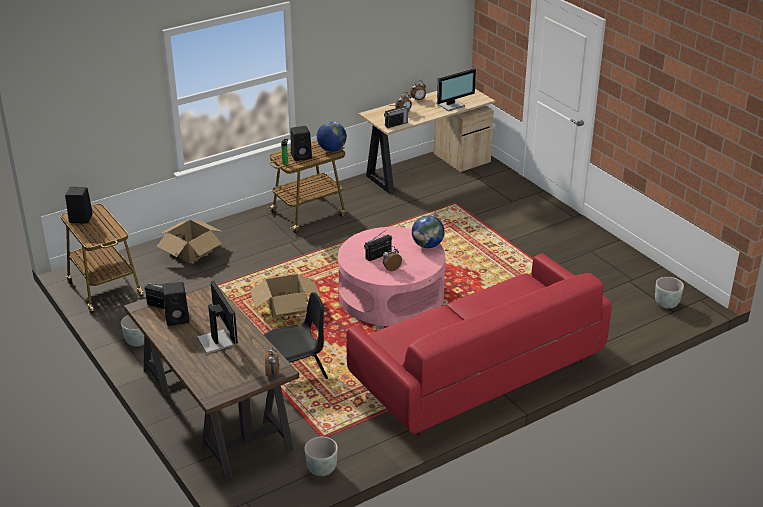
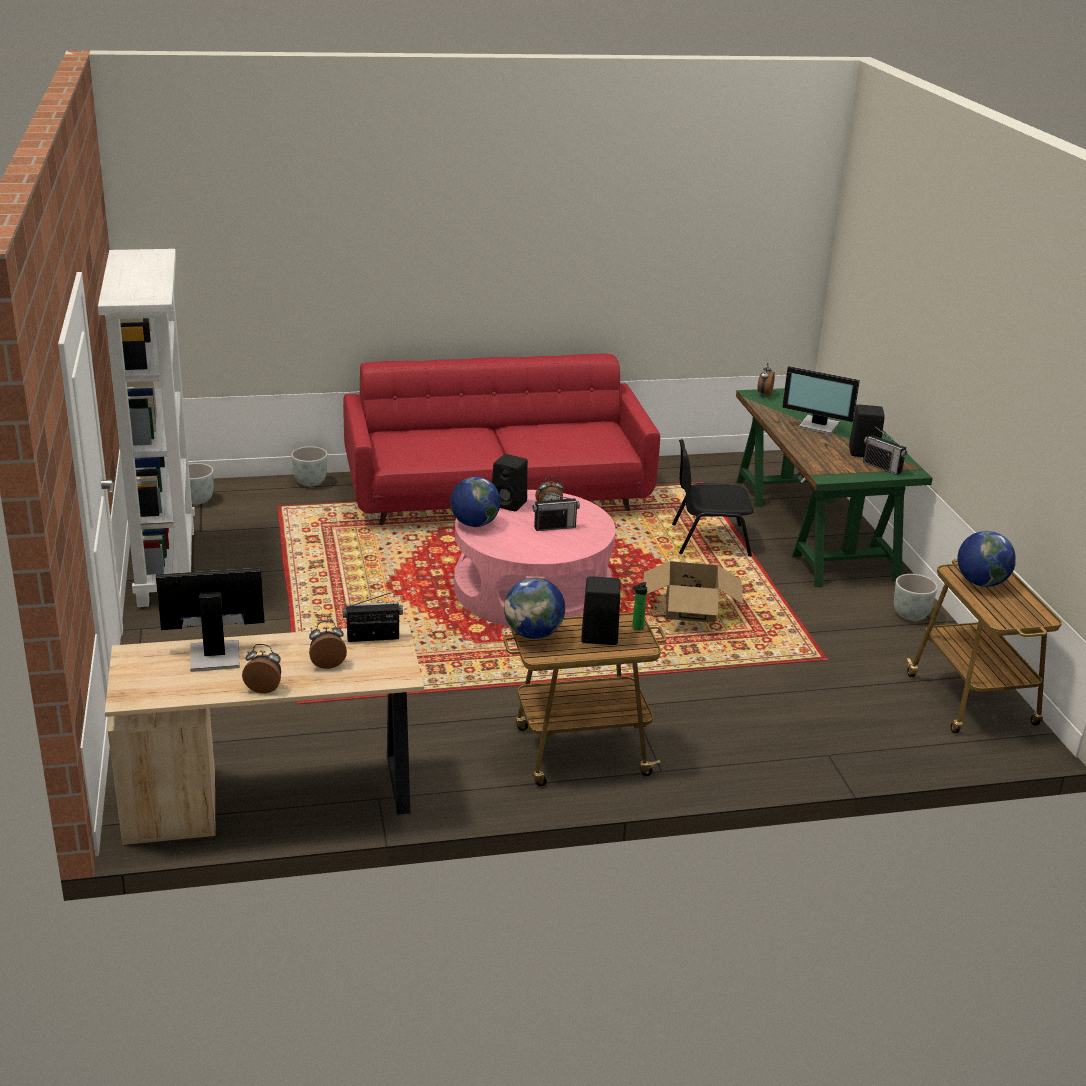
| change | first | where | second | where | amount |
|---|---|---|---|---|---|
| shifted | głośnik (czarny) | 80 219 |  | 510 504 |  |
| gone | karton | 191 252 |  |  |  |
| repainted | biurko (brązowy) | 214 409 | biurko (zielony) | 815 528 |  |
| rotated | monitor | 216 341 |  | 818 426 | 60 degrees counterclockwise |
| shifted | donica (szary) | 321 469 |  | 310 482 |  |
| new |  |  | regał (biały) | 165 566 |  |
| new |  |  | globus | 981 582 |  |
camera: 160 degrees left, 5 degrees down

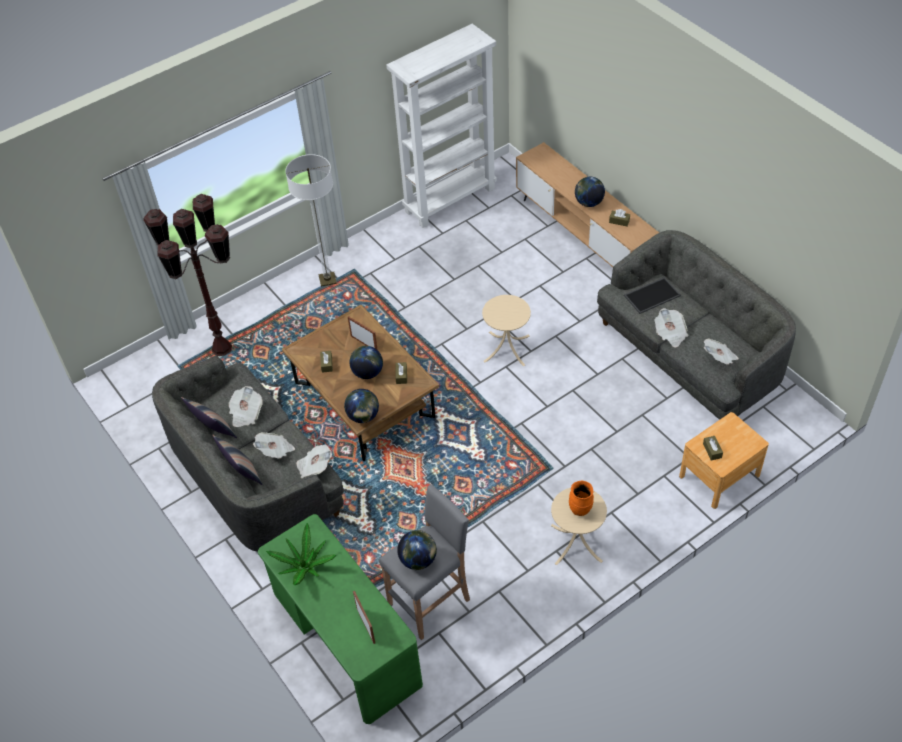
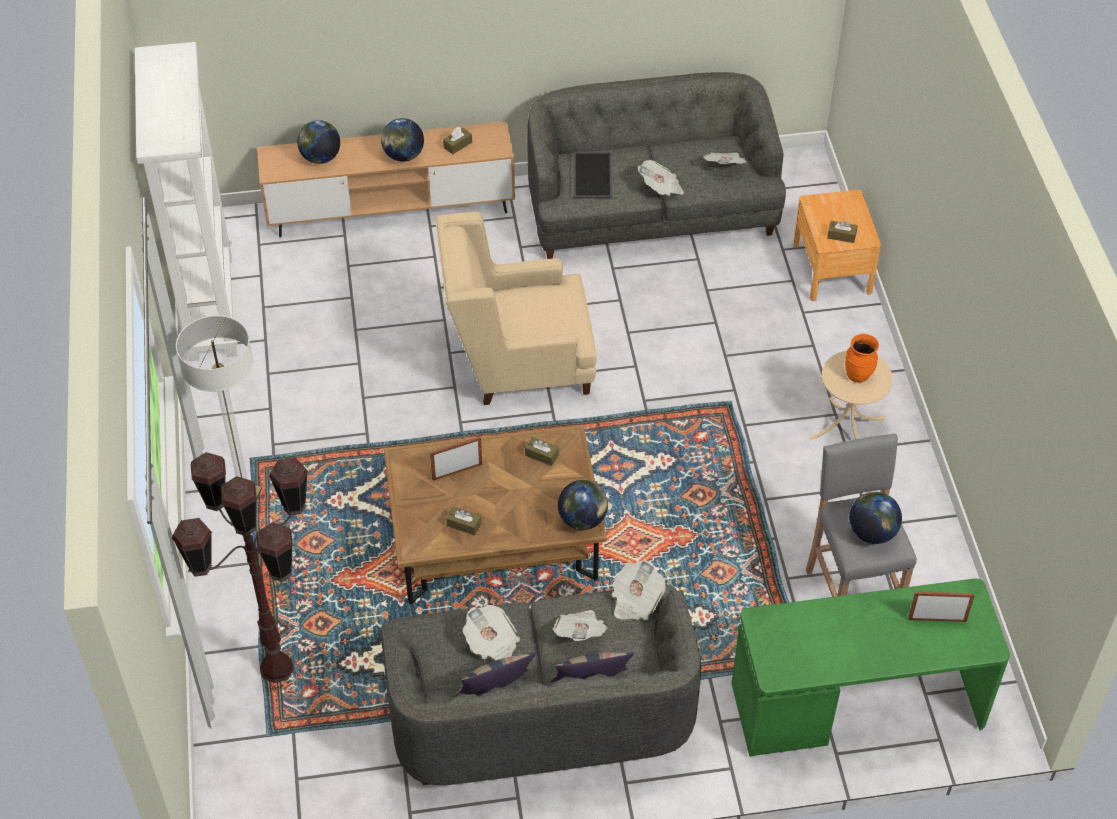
| change | first | where | second | where | amount |
|---|---|---|---|---|---|
| swapped | stolik (beżowy) | 506 348 | fotel (beżowy) | 517 363 |  |
| shifted | globus | 367 373 |  | 320 158 |  |
| gone | roślina doniczkowa | 304 566 |  |  |  |
camera: 65 degrees left, 0 degrees up

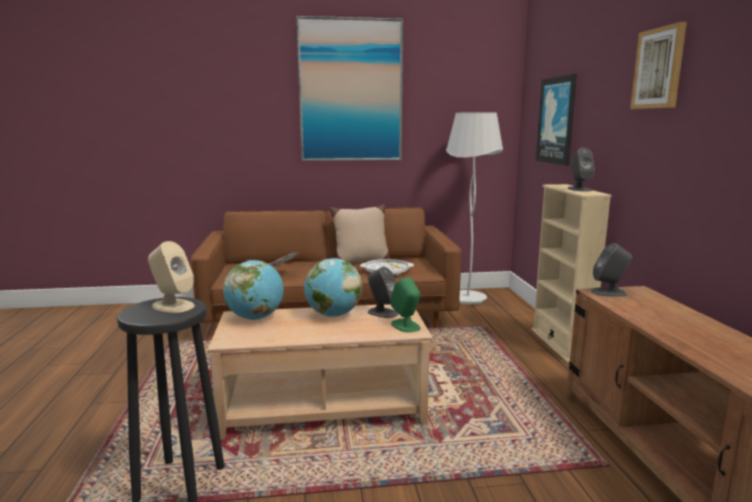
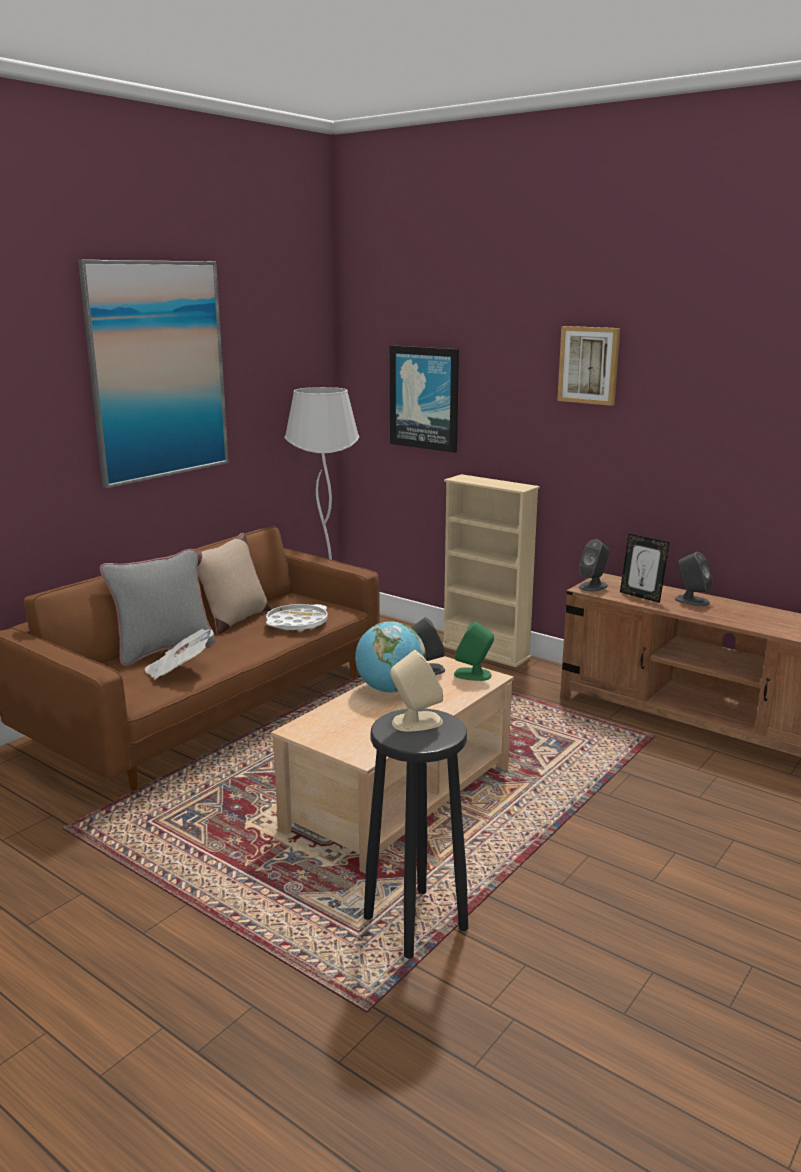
| change | first | where | second | where | amount |
|---|---|---|---|---|---|
| shifted | głośnik (szary) | 579 189 |  | 691 600 |  |
| gone | globus | 255 318 |  |  |  |
| new |  |  | ramka na zdjęcie | 641 596 |  |
| new |  |  | poduszka (szary) | 163 650 |  |
camera: 45 degrees left, 5 degrees up

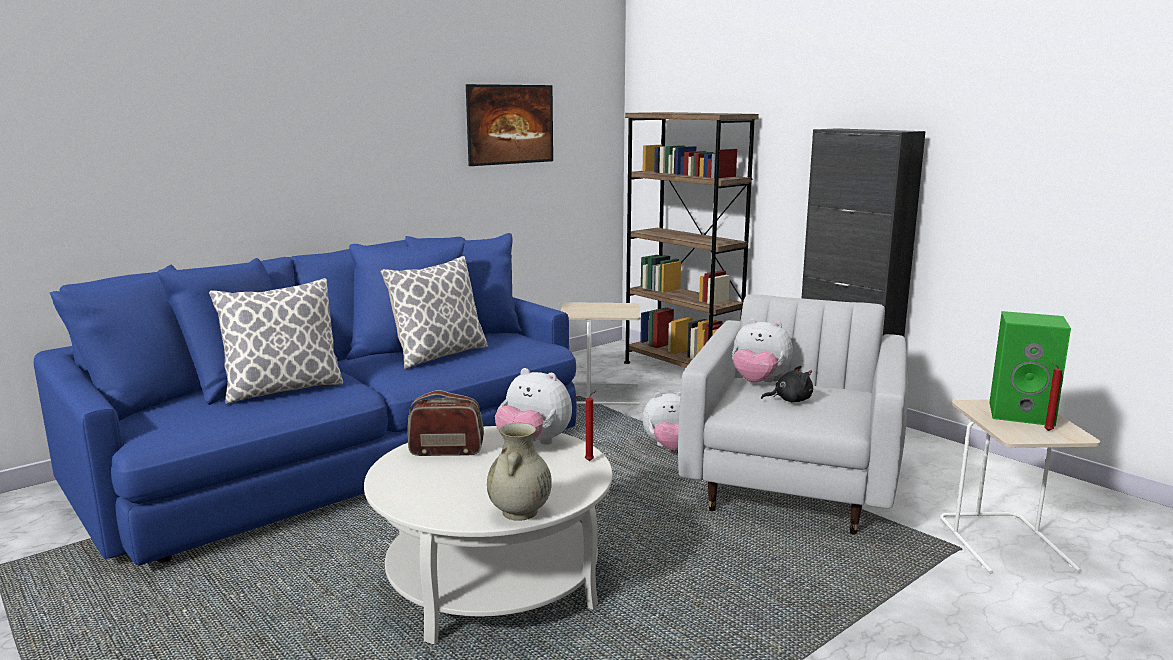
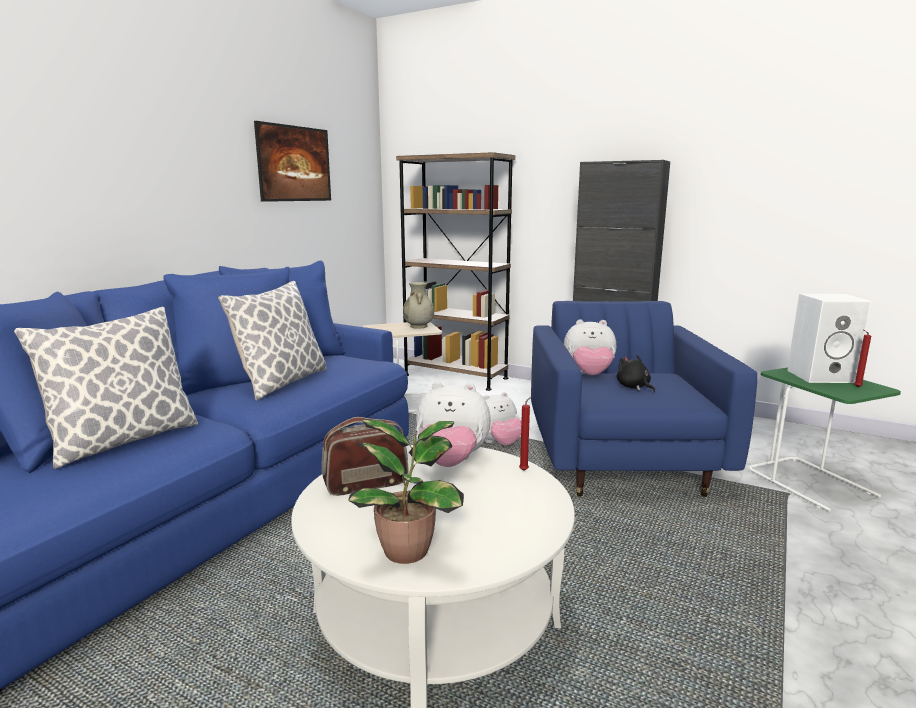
| change | first | where | second | where | amount |
|---|---|---|---|---|---|
| repainted | fotel (biały) | 792 484 | fotel (niebieski) | 620 460 |  |
| repainted | głośnik (zielony) | 1023 413 | głośnik (biały) | 821 376 |  |
| rotated | pluszak (czarny) | 790 400 |  | 634 387 | 90 degrees counterclockwise |
| repainted | stolik (beżowy) | 1006 543 | stolik (zielony) | 811 483 |  |
| shifted | wazon (beżowy) | 519 513 |  | 419 326 |  |
| new |  |  | roślina doniczkowa | 409 550 |  |
camera: 20 degrees left, 0 degrees up

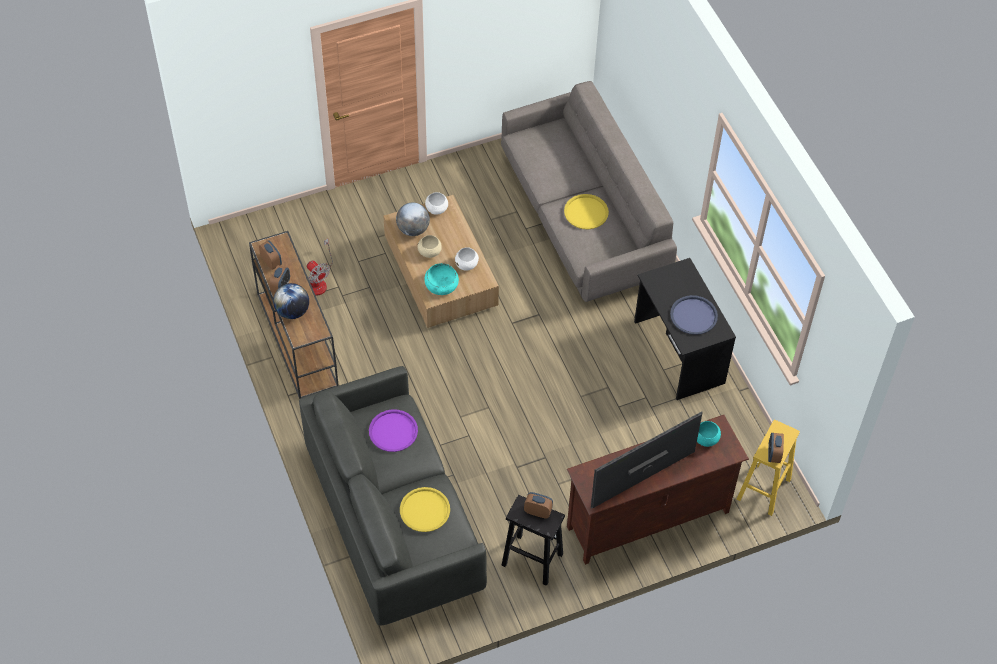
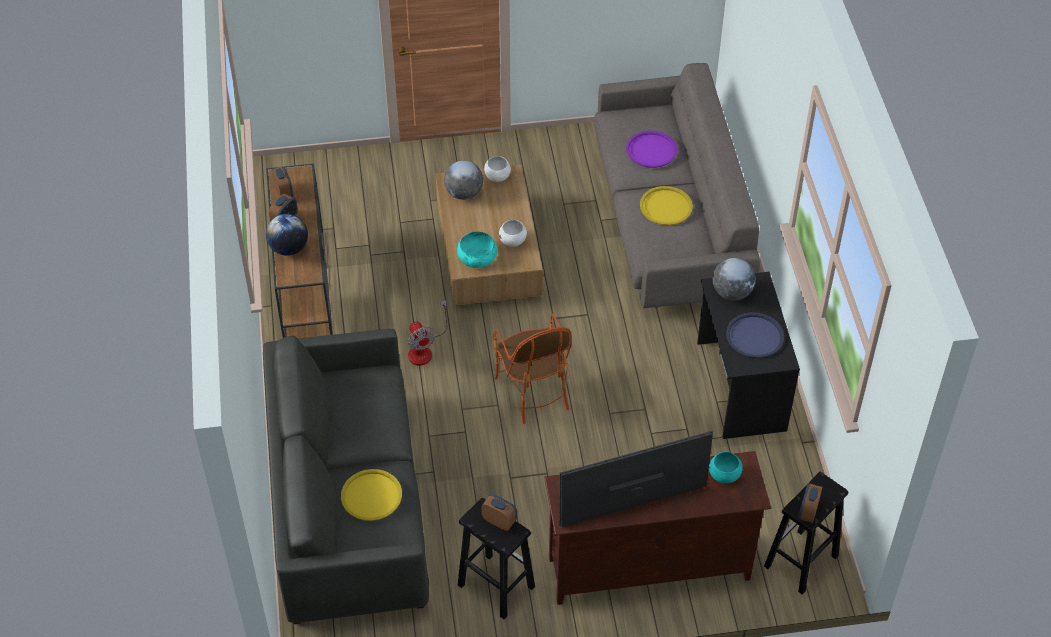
| change | first | where | second | where | amount |
|---|---|---|---|---|---|
| gone | miska (beżowy) | 429 252 |  |  |  |
| shifted | wentylator | 319 281 |  | 424 349 |  |
| shifted | taca (fioletowy) | 393 431 |  | 651 150 |  |
| repainted | stołek (żółty) | 763 490 | stołek (czarny) | 800 562 |  |
| new |  |  | globus | 732 292 |  |
| new |  |  | fotel | 533 391 |  |
camera: 15 degrees right, 5 degrees down

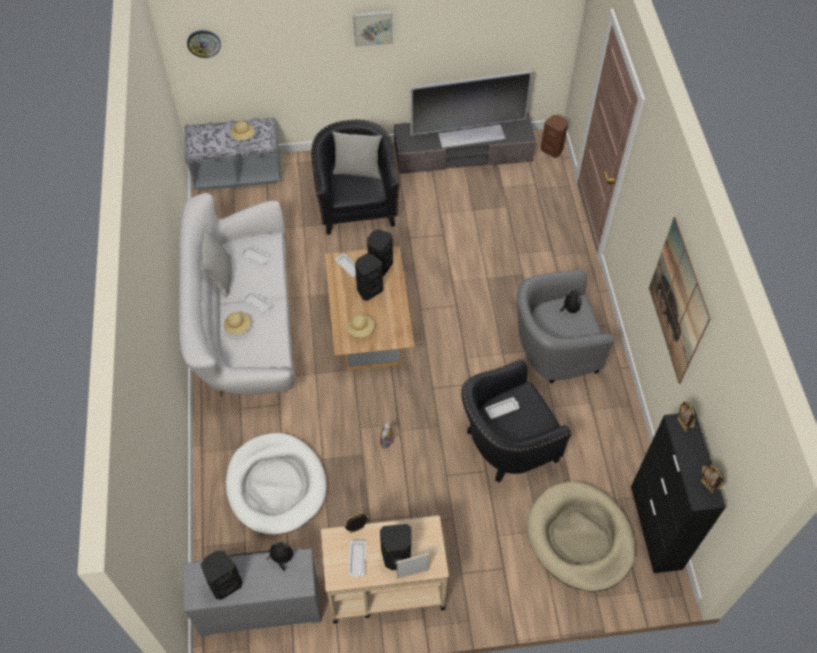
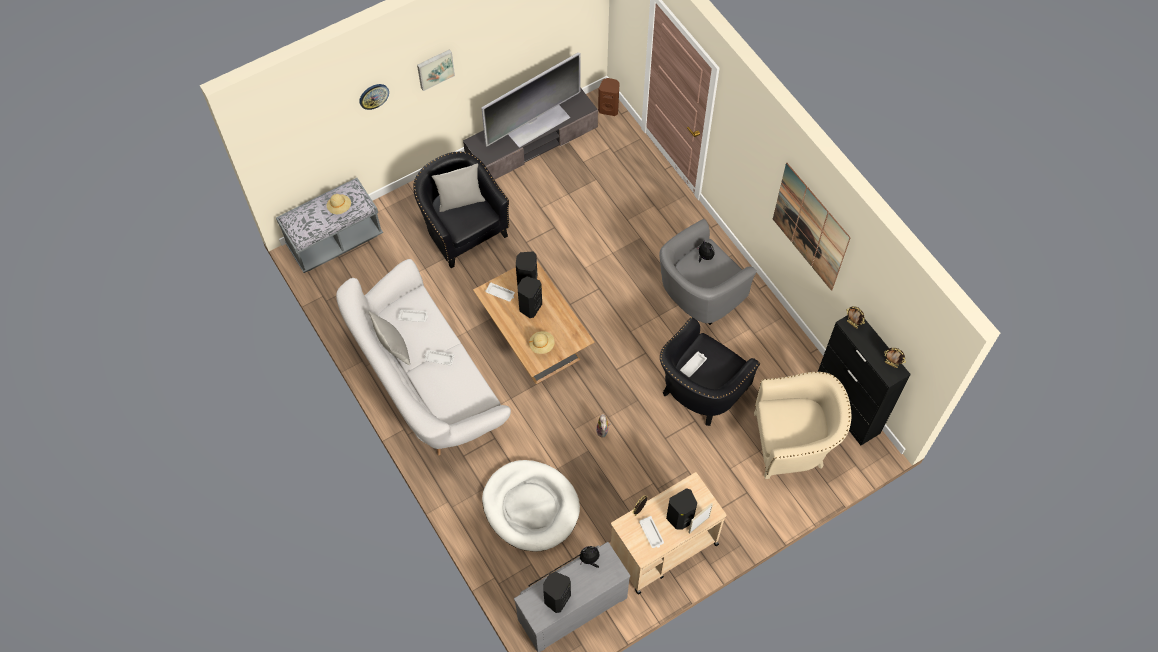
| change | first | where | second | where | amount |
|---|---|---|---|---|---|
| shifted | zegar ścienny | 204 43 |  | 373 96 |  |
| gone | kapelusz (beżowy) | 238 327 |  |  |  |
| swapped | legowisko (beżowy) | 580 538 | fotel (beżowy) | 793 442 |  |
camera: 25 degrees left, 5 degrees up

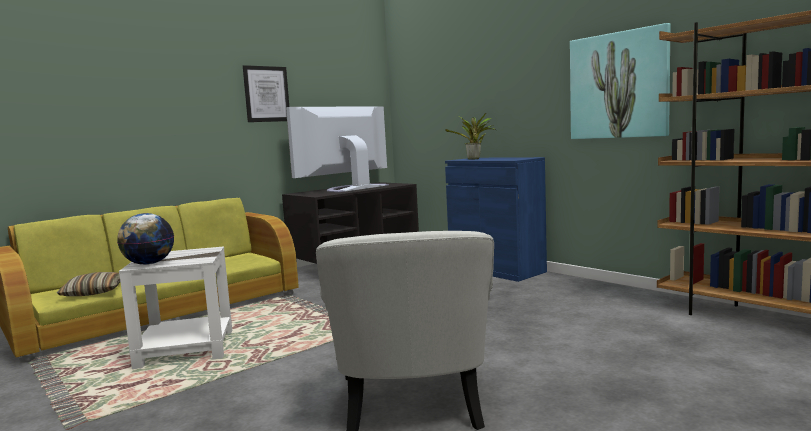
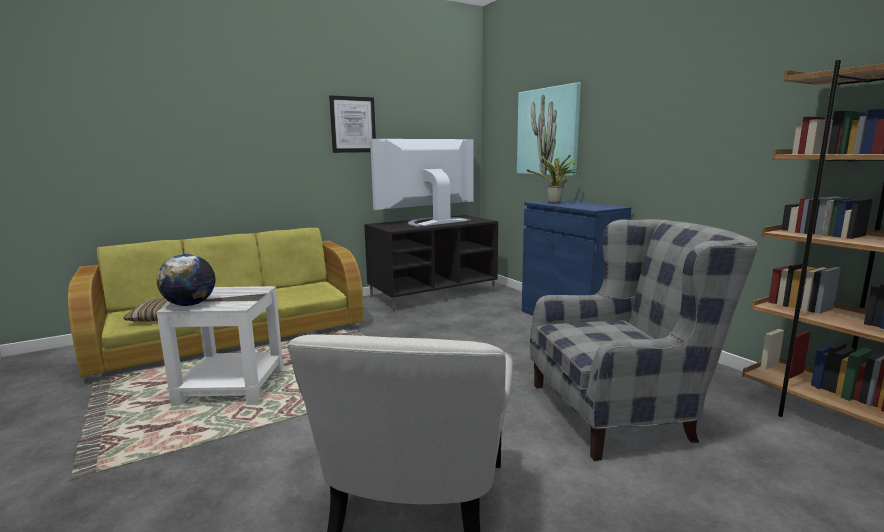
| change | first | where | second | where | amount |
|---|---|---|---|---|---|
| shifted | obraz | 618 85 |  | 548 132 |  |
| new |  |  | fotel (szary) | 625 411 |  |
camera: 10 degrees right, 5 degrees up

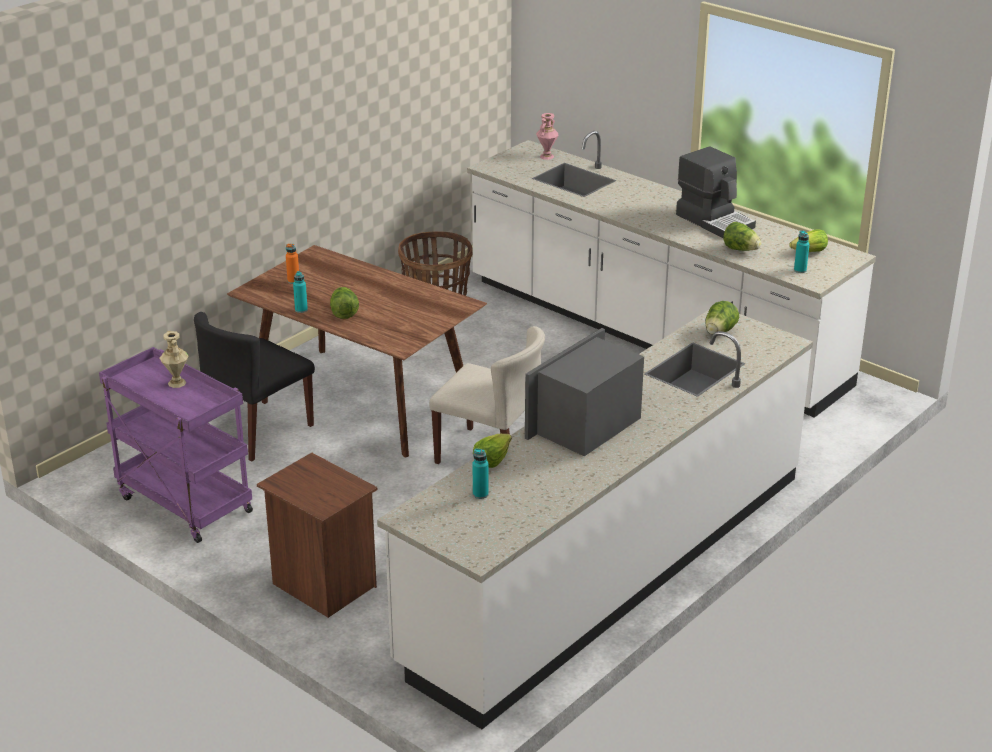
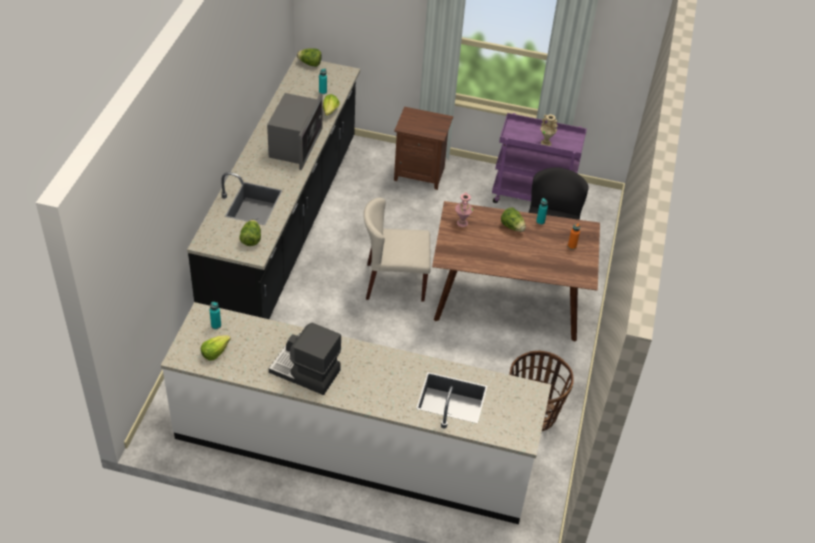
| change | first | where | second | where | amount |
|---|---|---|---|---|---|
| shifted | wazon (różowy) | 547 156 |  | 462 223 |  |
| shifted | sałata | 741 249 |  | 310 64 |  |
| repainted | zabudowa kuchenna (biały) | 607 567 | zabudowa kuchenna (czarny) | 284 226 |  |
camera: 150 degrees right, 15 degrees up

